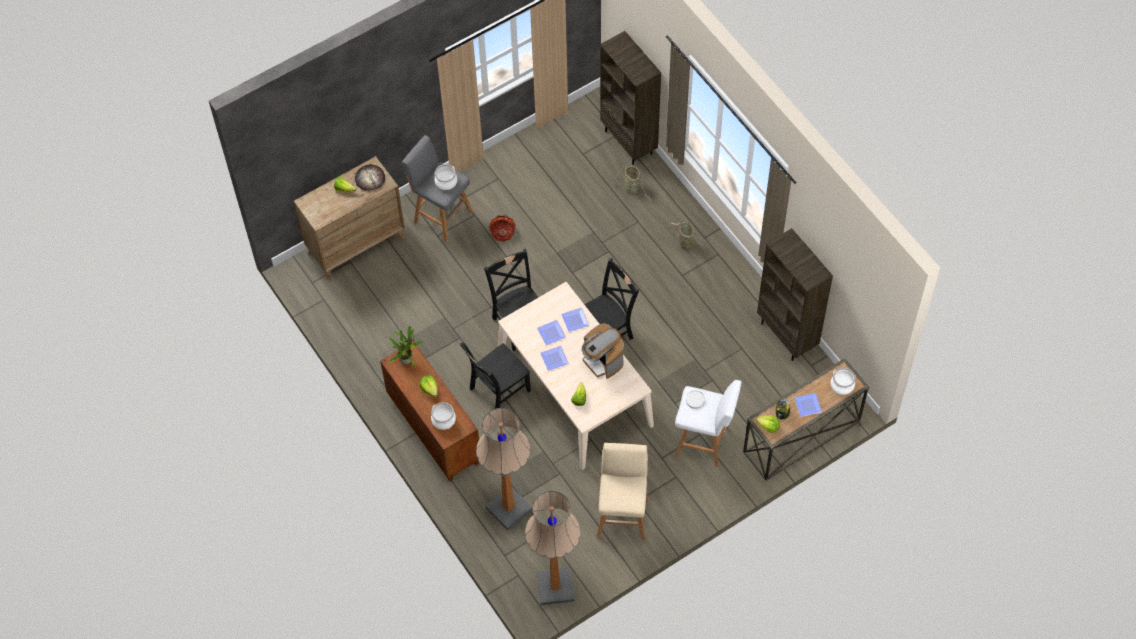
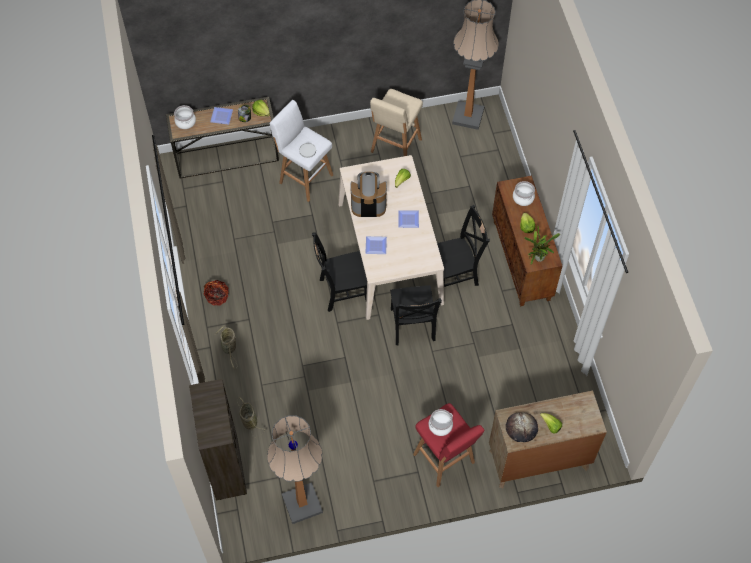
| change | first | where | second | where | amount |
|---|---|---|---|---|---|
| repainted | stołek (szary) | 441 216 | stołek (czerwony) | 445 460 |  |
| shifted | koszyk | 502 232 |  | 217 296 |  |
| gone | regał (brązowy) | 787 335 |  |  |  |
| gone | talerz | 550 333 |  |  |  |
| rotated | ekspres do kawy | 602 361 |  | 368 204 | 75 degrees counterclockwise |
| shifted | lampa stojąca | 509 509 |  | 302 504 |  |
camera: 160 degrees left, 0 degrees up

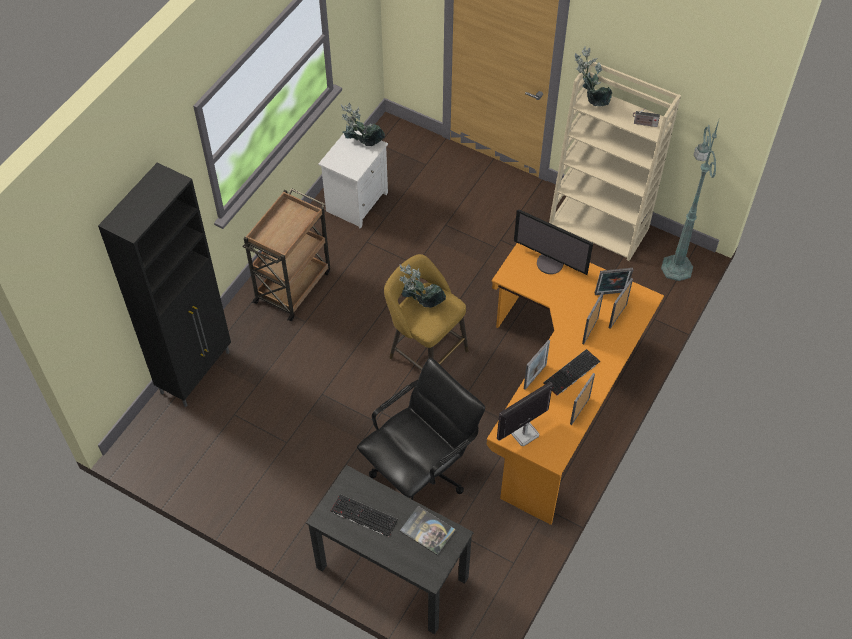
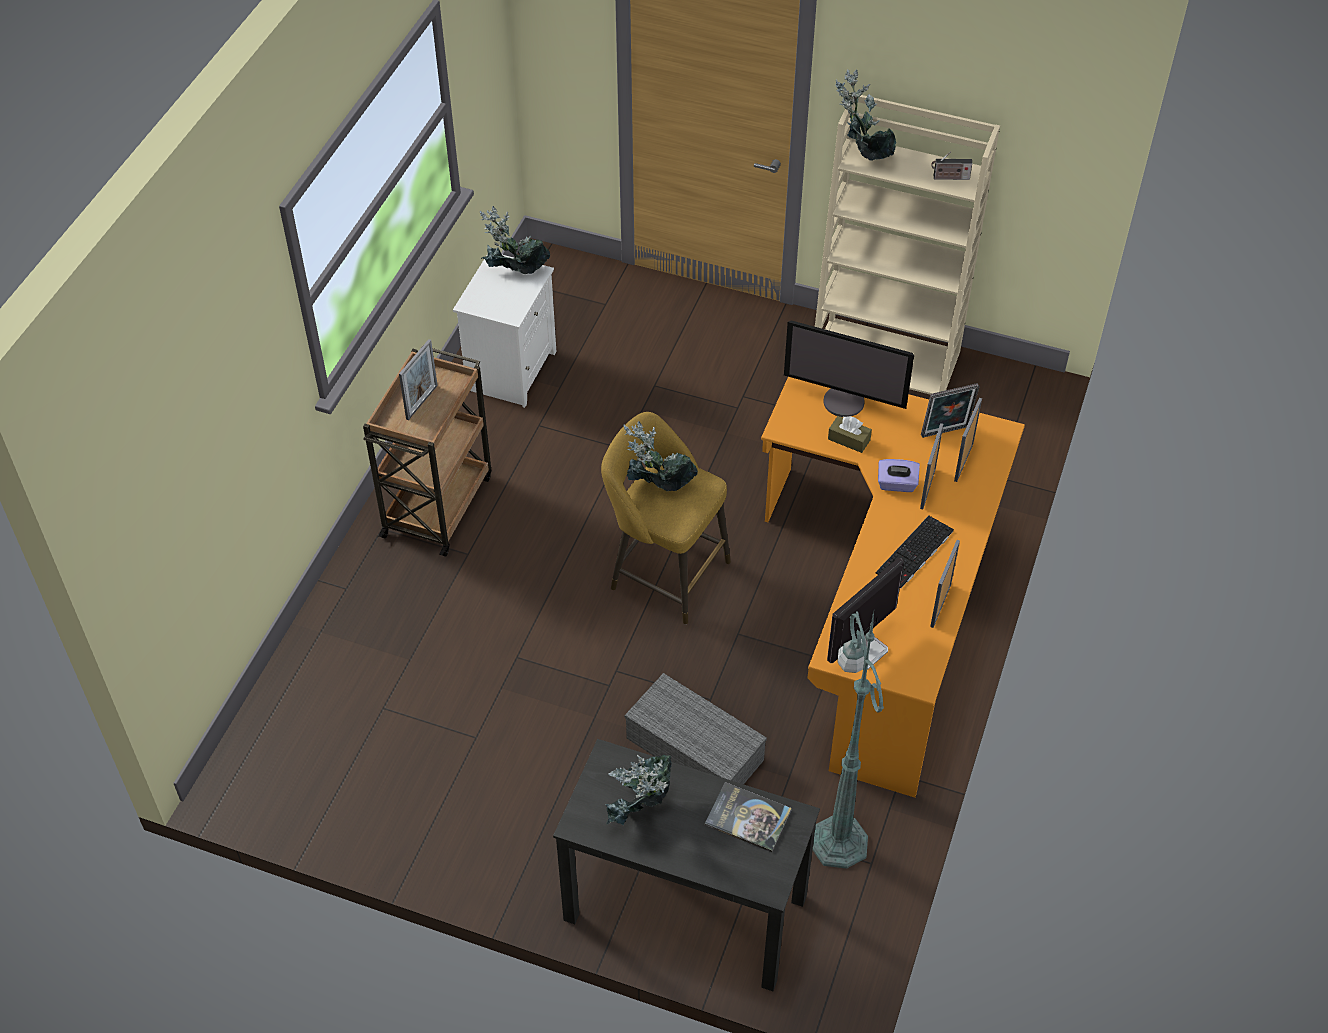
| change | first | where | second | where | amount |
|---|---|---|---|---|---|
| shifted | lampa stojąca (zielony) | 676 266 |  | 838 839 |  |
| gone | szafka (czarny) | 196 372 |  |  |  |
| shifted | ramka na zdjęcie | 535 377 |  | 422 402 |  |
| swapped | krzesło biurowe (czarny) | 421 471 | pojemnik do przechowywania (szary) | 697 749 |  |
| swapped | klawiatura | 363 516 | roślina doniczkowa | 641 811 |  |
| new |  |  | pudełko chusteczek (brązowy) | 849 439 |  |
| new |  |  | pudełko chusteczek (fioletowy) | 896 484 |  |
camera: 10 degrees left, 5 degrees down

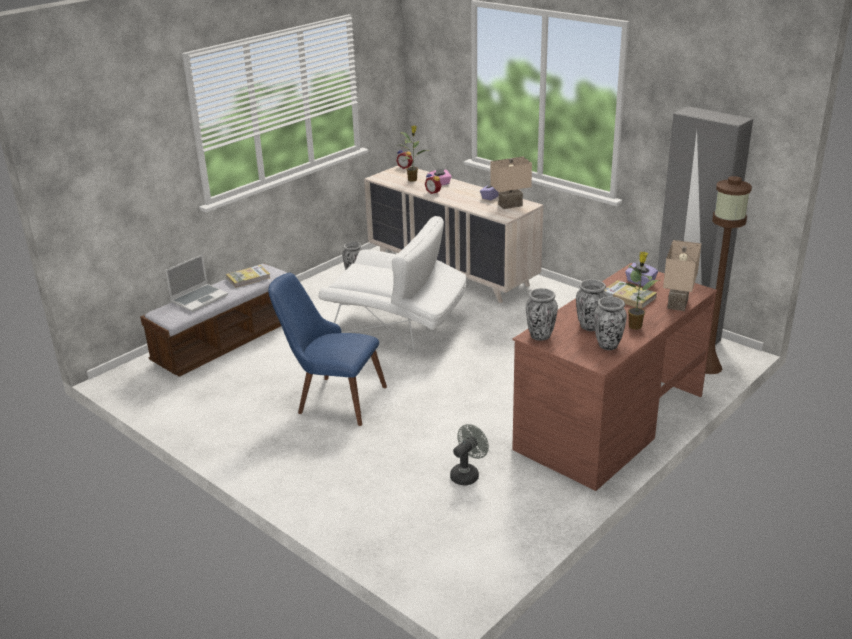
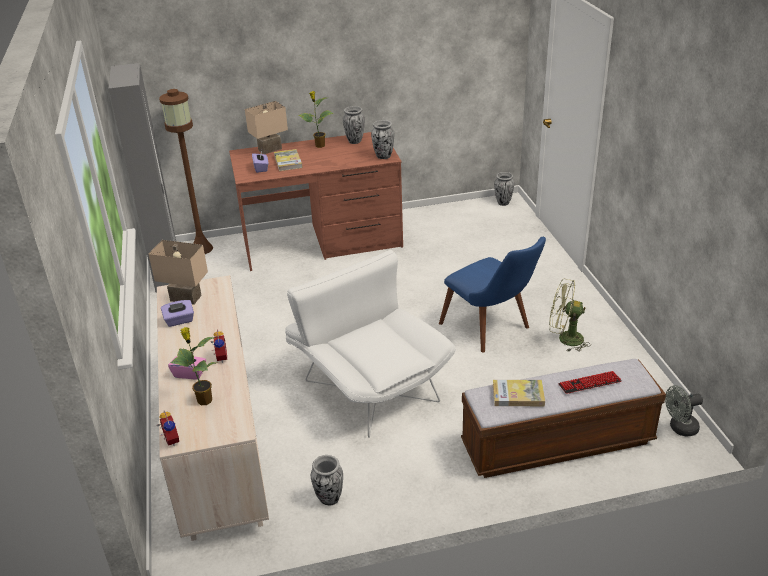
| change | first | where | second | where | amount |
|---|---|---|---|---|---|
| swapped | laptop | 199 298 | klawiatura | 589 383 |  |
| shifted | wazon | 590 327 |  | 503 203 |  |
| shifted | wentylator (szary) | 467 474 |  | 679 428 |  |
| new |  |  | wentylator (zielony) | 565 339 |  |
camera: 145 degrees left, 5 degrees up

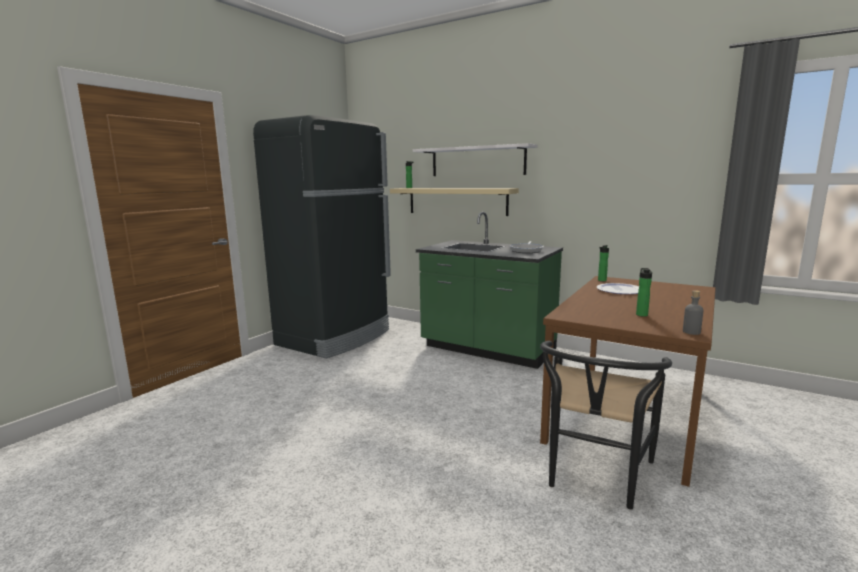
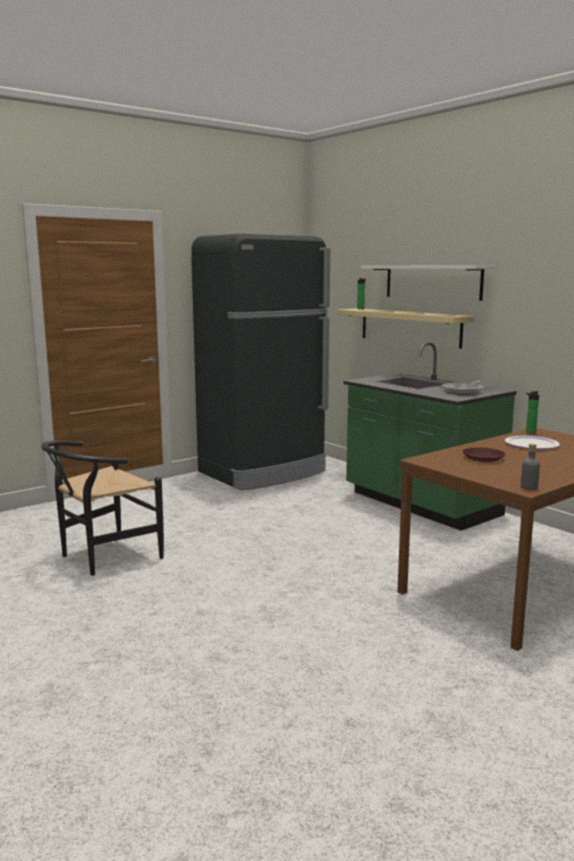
| change | first | where | second | where | amount |
|---|---|---|---|---|---|
| gone | butelka | 641 314 |  |  |  |
| shifted | krzesło (czarny) | 593 476 |  | 103 557 |  |
| new |  |  | talerz (brązowy) | 483 458 |  |
camera: 20 degrees right, 0 degrees up

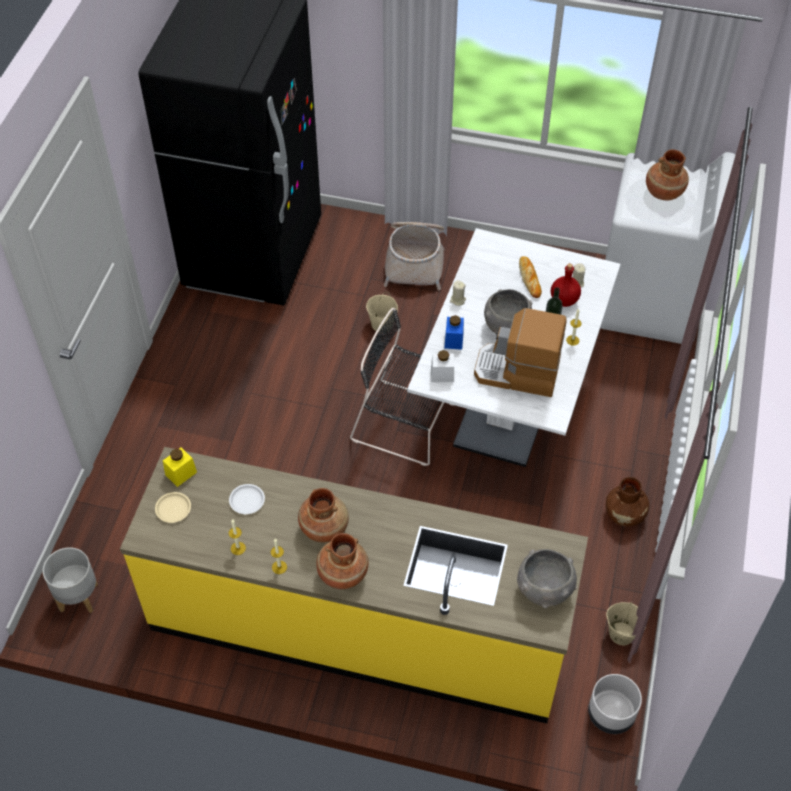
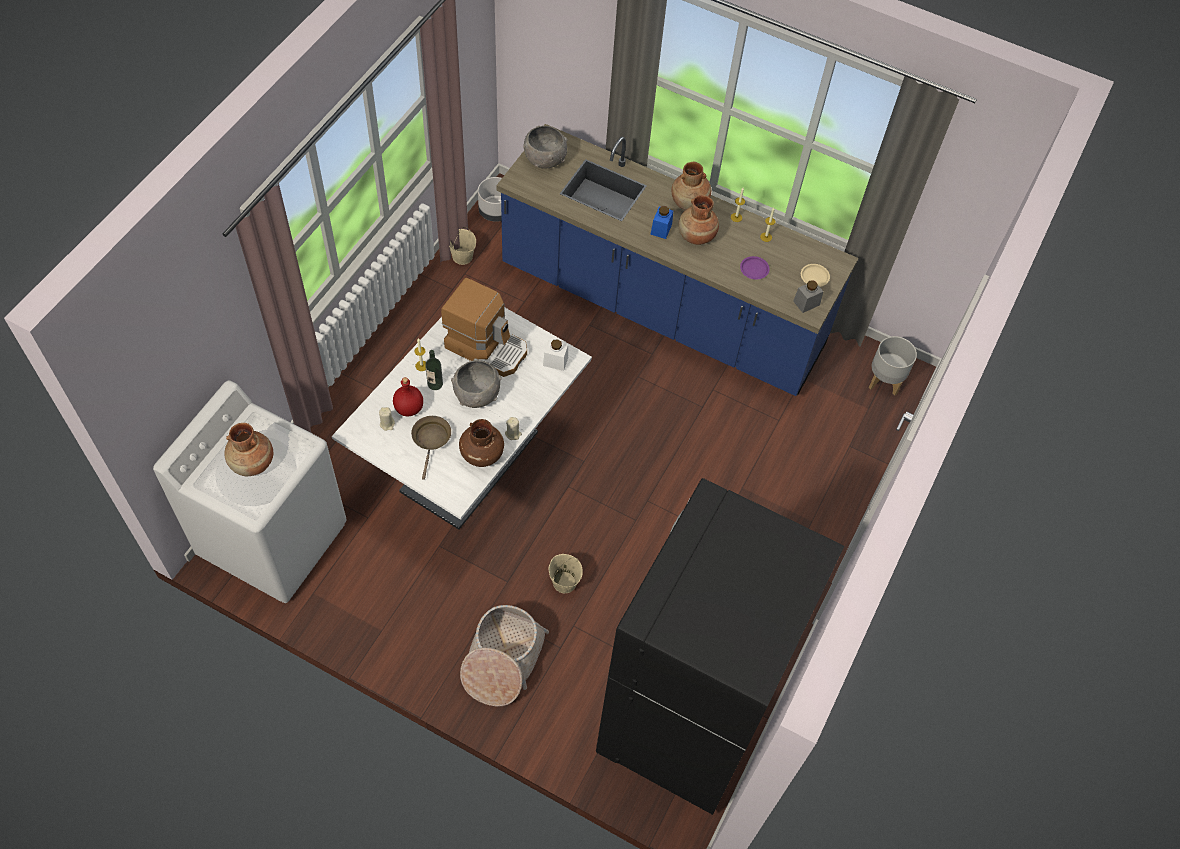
| change | first | where | second | where | amount |
|---|---|---|---|---|---|
| swapped | chleb | 529 279 | patelnia (brązowy) | 431 440 |  |
| gone | krzesło (czarny) | 408 423 |  |  |  |
| shifted | słoik (niebieski) | 453 340 |  | 661 229 |  |
| repainted | zabudowa kuchenna (żółty) | 359 625 | zabudowa kuchenna (niebieski) | 661 308 |  |
| repainted | słoik (żółty) | 181 473 | słoik (szary) | 806 303 |  |
| shifted | wazon (brązowy) | 625 515 |  | 482 454 |  |
| repainted | talerz (biały) | 247 501 | talerz (fioletowy) | 754 269 |  |
camera: 170 degrees left, 5 degrees up

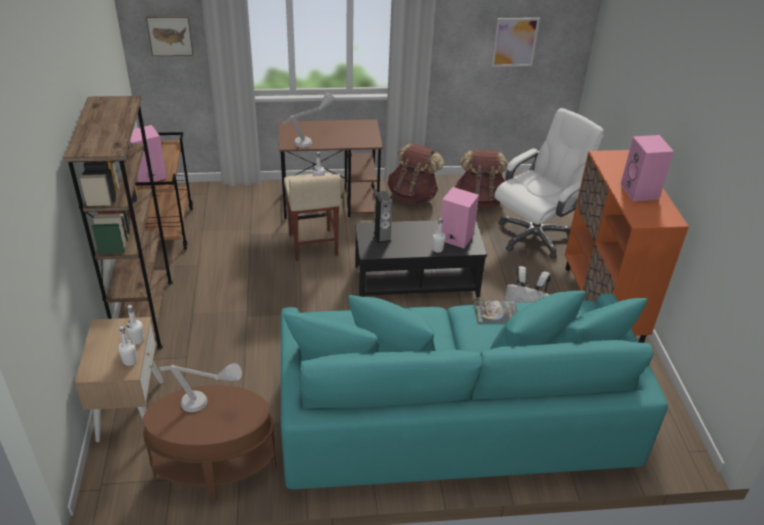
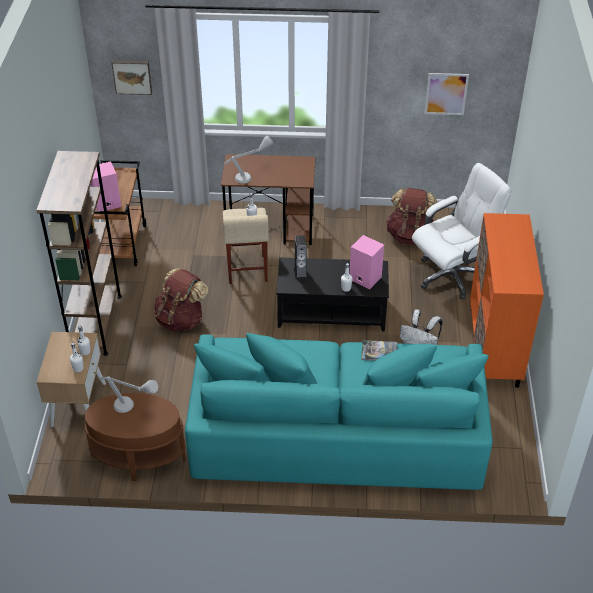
| change | first | where | second | where | amount |
|---|---|---|---|---|---|
| gone | głośnik (różowy) | 640 192 |  |  |  |
| shifted | plecak (brązowy) | 413 196 |  | 181 319 |  |
camera: 10 degrees right, 5 degrees up

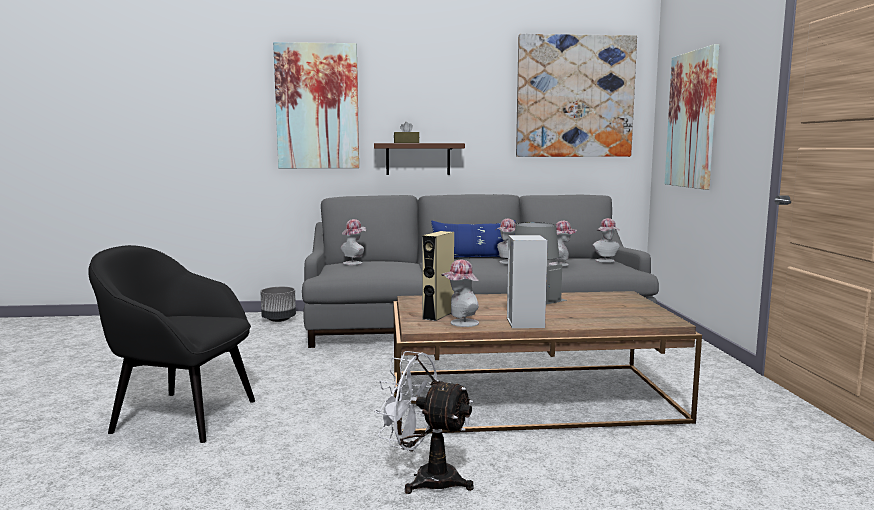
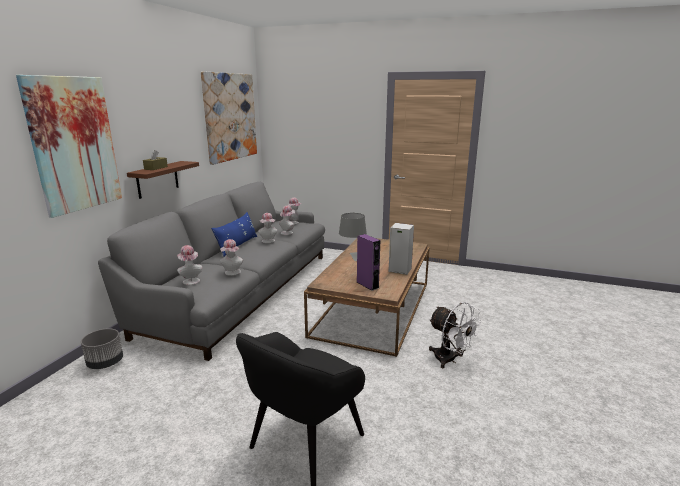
| change | first | where | second | where | amount |
|---|---|---|---|---|---|
| gone | obraz | 692 120 |  |  |  |
| repainted | głośnik (beżowy) | 438 315 | głośnik (fioletowy) | 367 285 |  |
| shifted | kapelusz | 461 323 |  | 232 273 |  |
| rotated | wentylator (biały) | 425 478 |  | 449 360 | 90 degrees counterclockwise |
camera: 65 degrees left, 10 degrees up

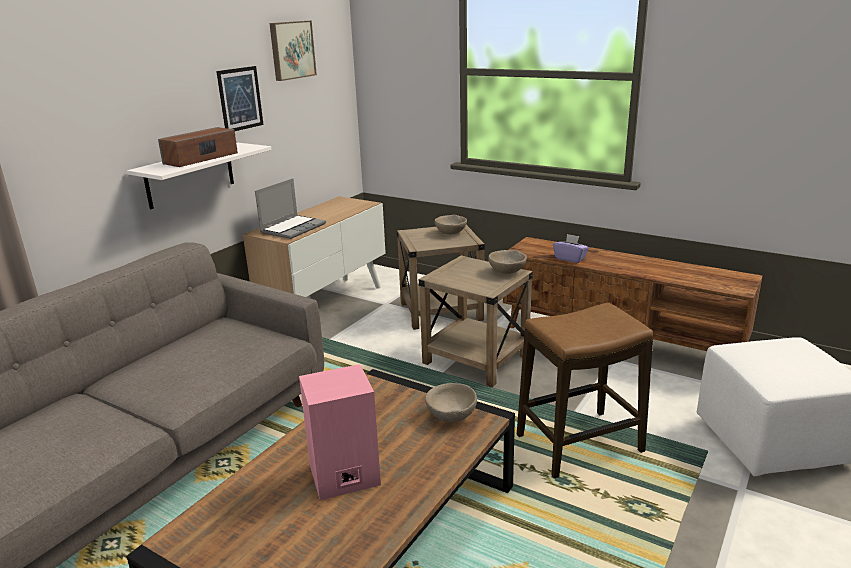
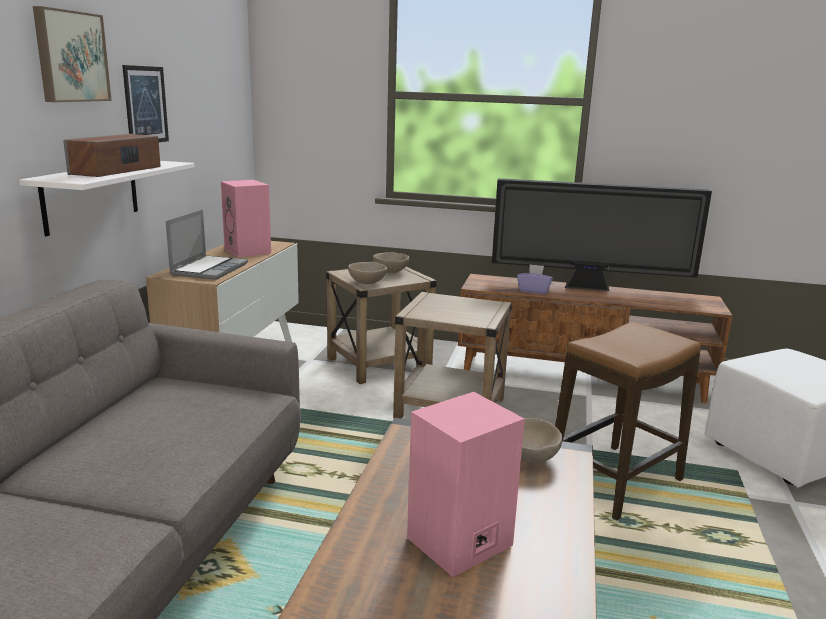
| change | first | where | second | where | amount |
|---|---|---|---|---|---|
| shifted | obraz | 291 50 |  | 70 56 |  |
| shifted | miska (beżowy) | 507 272 |  | 367 283 |  |
| new |  |  | telewizor | 589 288 |  |
| new |  |  | głośnik (różowy) | 249 251 |  |
camera: 20 degrees left, 5 degrees down

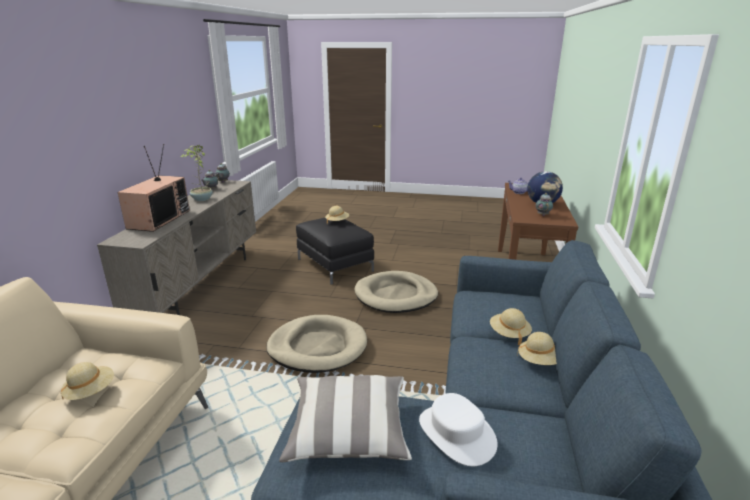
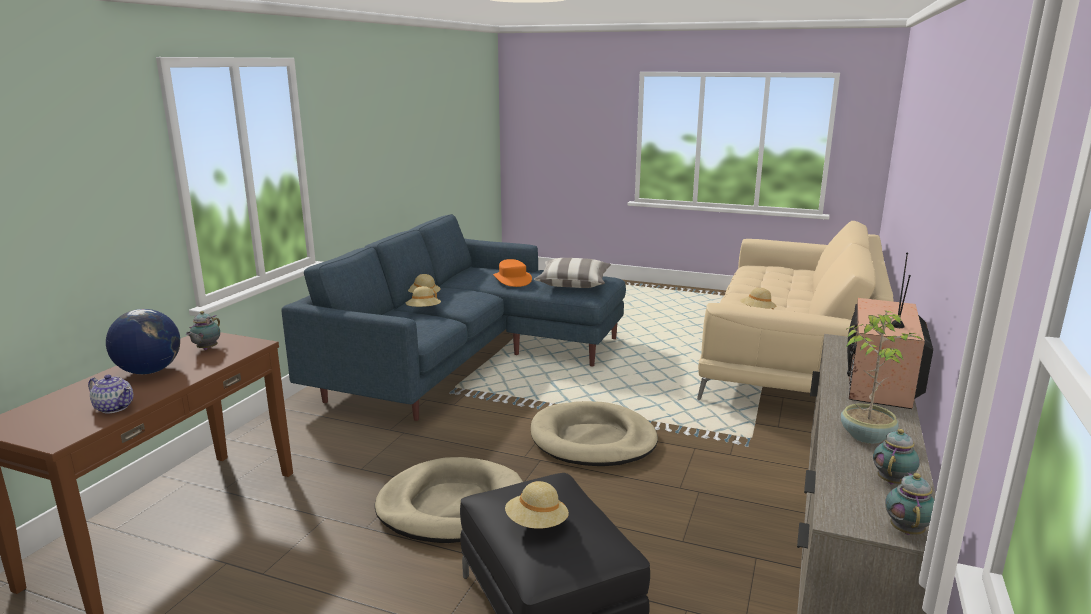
| change | first | where | second | where | amount |
|---|---|---|---|---|---|
| repainted | kapelusz (biały) | 456 433 | kapelusz (pomarańczowy) | 512 279 |  |
camera: 170 degrees left, 5 degrees down

